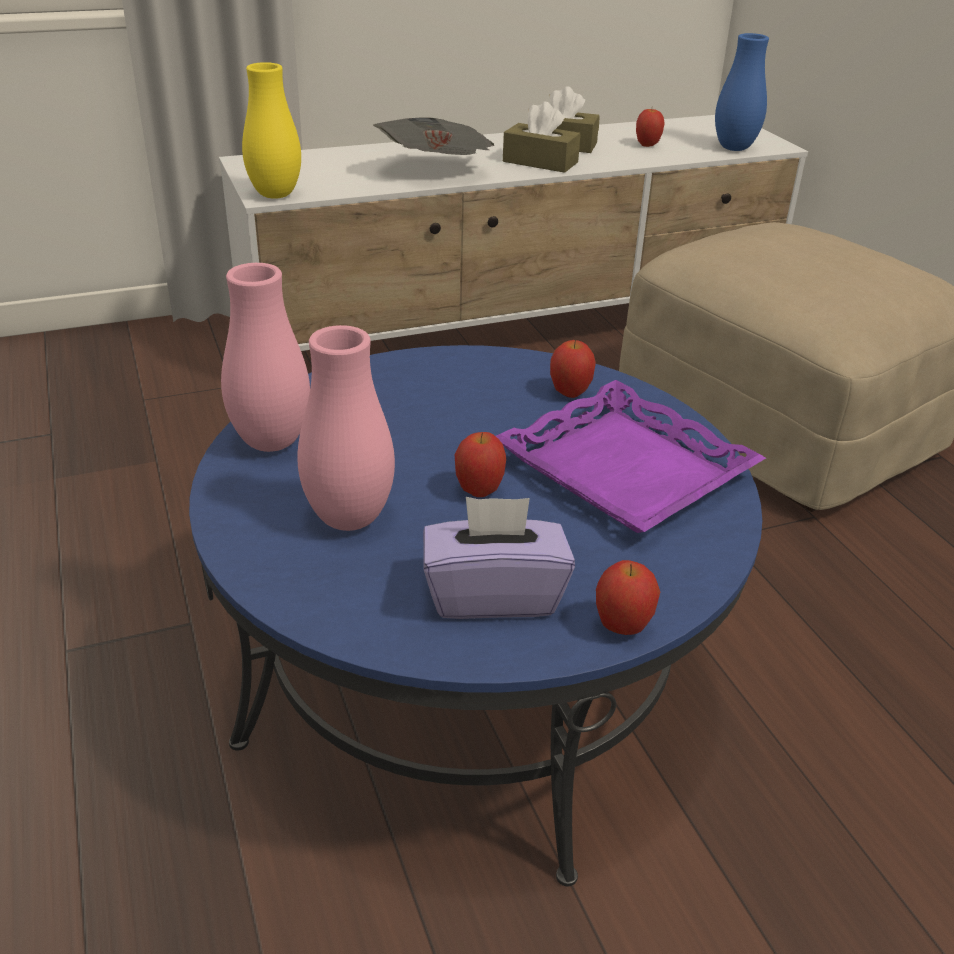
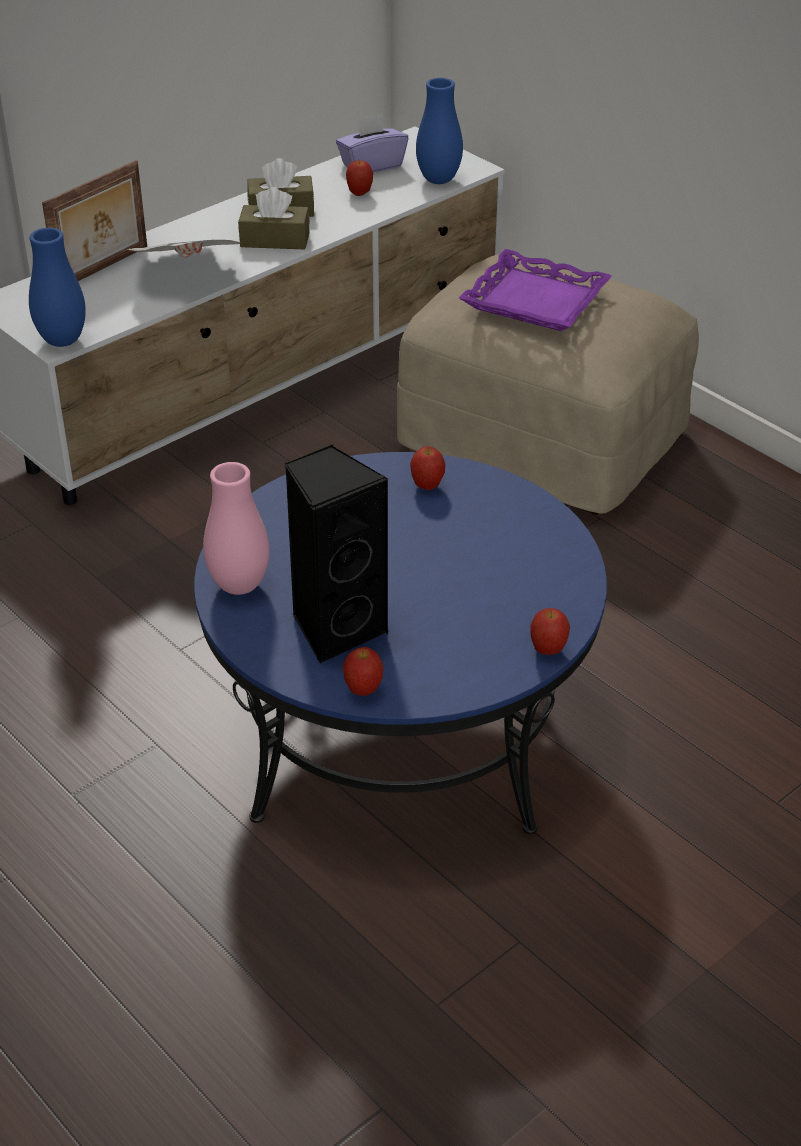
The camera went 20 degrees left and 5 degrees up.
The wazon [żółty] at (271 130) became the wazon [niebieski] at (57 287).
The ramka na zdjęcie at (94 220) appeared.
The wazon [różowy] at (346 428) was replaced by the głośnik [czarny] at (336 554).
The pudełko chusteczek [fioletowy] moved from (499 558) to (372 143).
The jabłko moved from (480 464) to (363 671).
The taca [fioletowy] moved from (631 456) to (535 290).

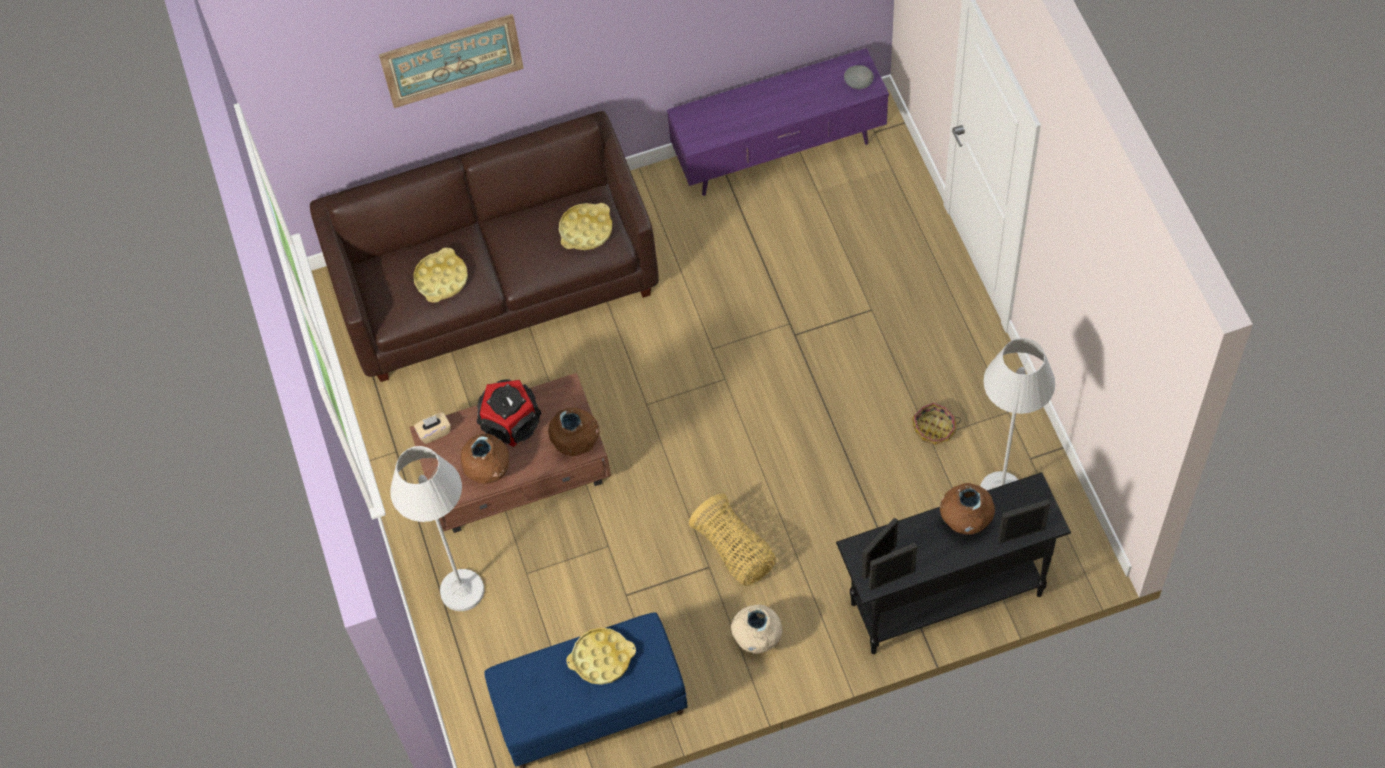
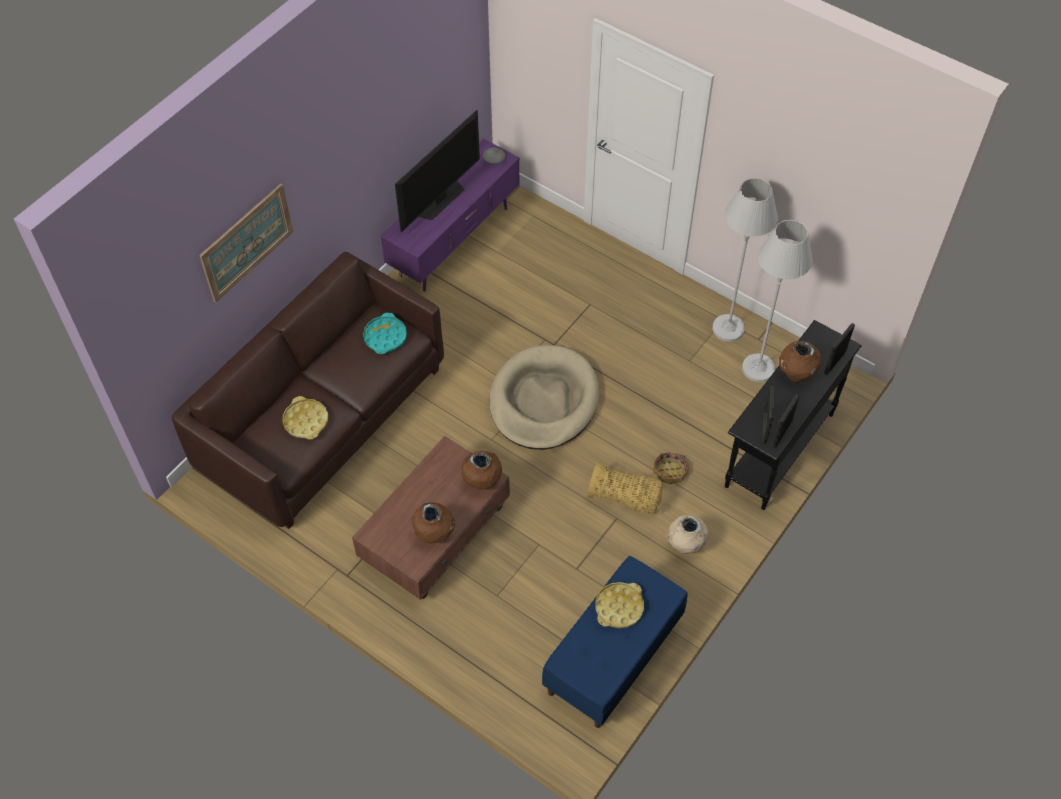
The camera went 40 degrees left and 5 degrees down.
The taca [żółty] at (585 226) became the taca [turkusowy] at (385 333).
The telewizor at (437 171) appeared.
The legowisko [beżowy] at (544 397) appeared.
The koszyk moved from (936 424) to (671 468).
The lampa stojąca [biały] moved from (437 528) to (745 260).
The pudełko chusteczek [beżowy] at (432 428) disappeared.
The głośnik at (509 413) disappeared.

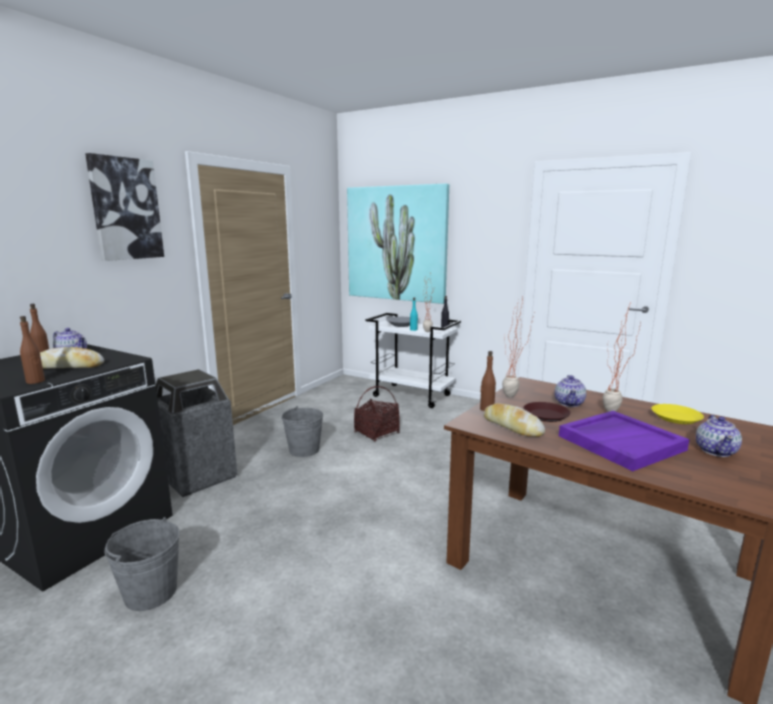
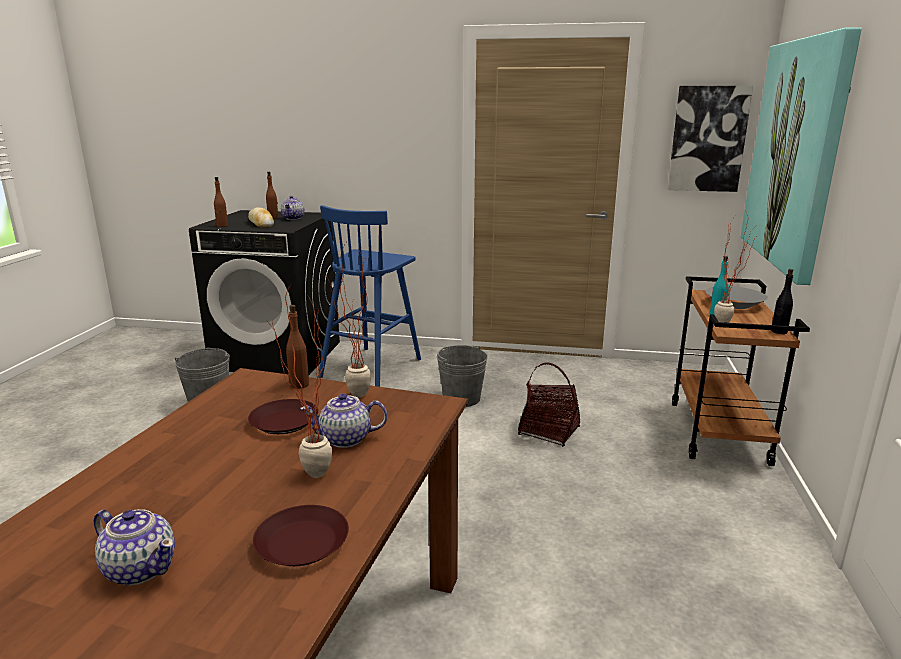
The camera went 70 degrees right and 5 degrees up.
The imbryk at (719 436) turned 150 degrees counterclockwise.
The talerz [żółty] at (677 414) became the talerz [brązowy] at (301 535).
The kosz na śmieci at (197 433) was replaced by the stołek [niebieski] at (369 296).
The obraz moved from (124 207) to (710 139).
The wózek [biały] at (413 360) became the wózek [brązowy] at (741 371).
The chleb at (514 420) disappeared.
The taca [fioletowy] at (624 441) disappeared.

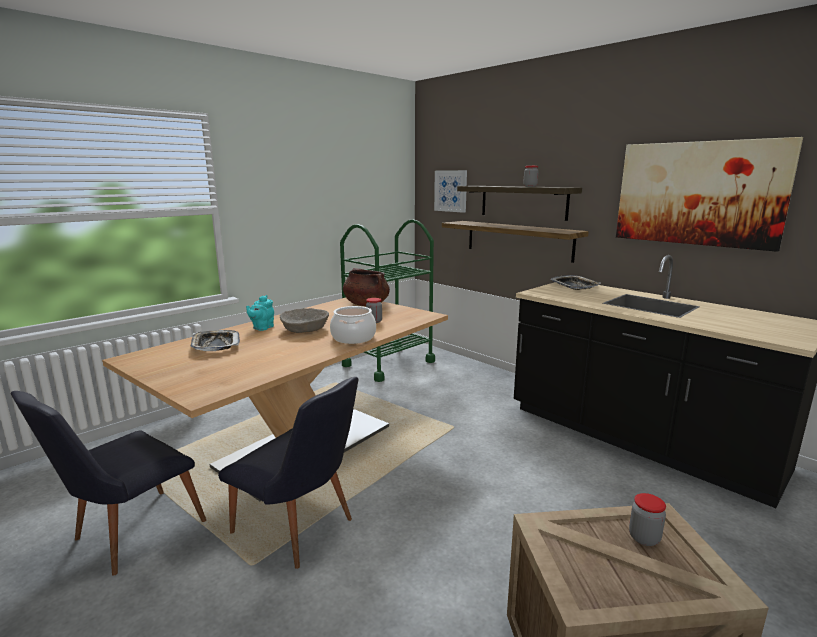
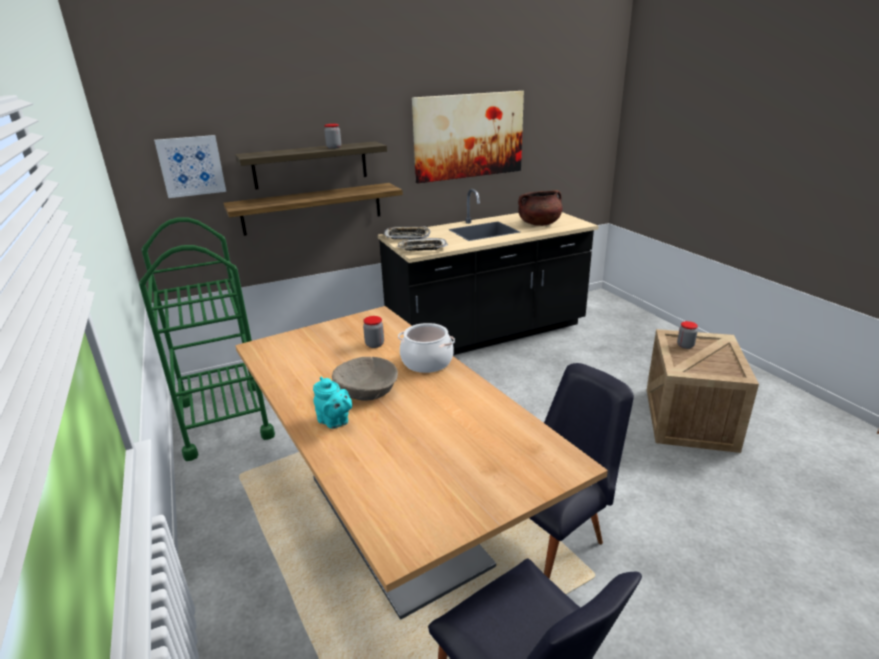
The camera went 70 degrees left and 10 degrees up.
The taca moved from (215 340) to (423 244).
The garnek [brązowy] moved from (366 287) to (540 208).

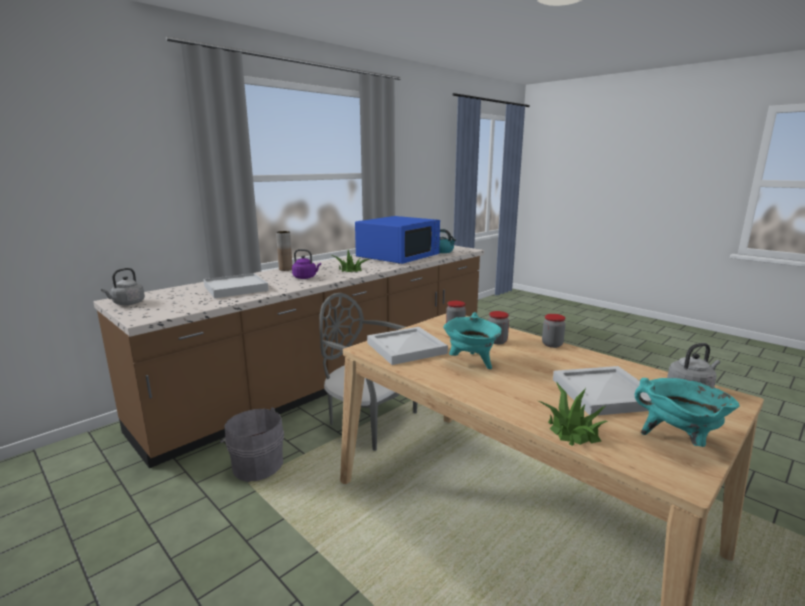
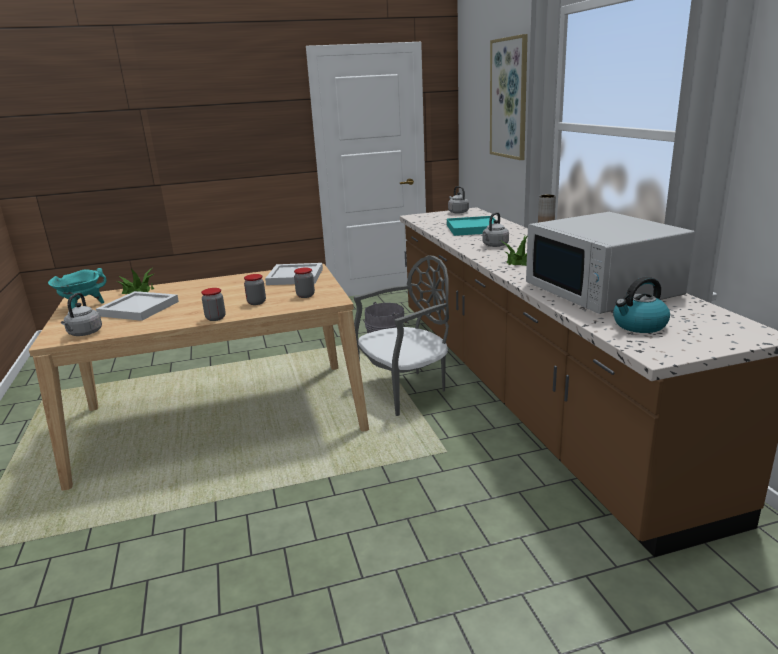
The camera went 120 degrees right and 5 degrees up.
The taca [biały] at (236 285) became the taca [turkusowy] at (471 226).
The czajnik [fioletowy] at (306 264) became the czajnik [szary] at (495 229).
The obraz at (509 97) appeared.
The mikrofalówka [niebieski] at (397 240) became the mikrofalówka [biały] at (610 263).
The garnek [turkusowy] at (472 340) disappeared.

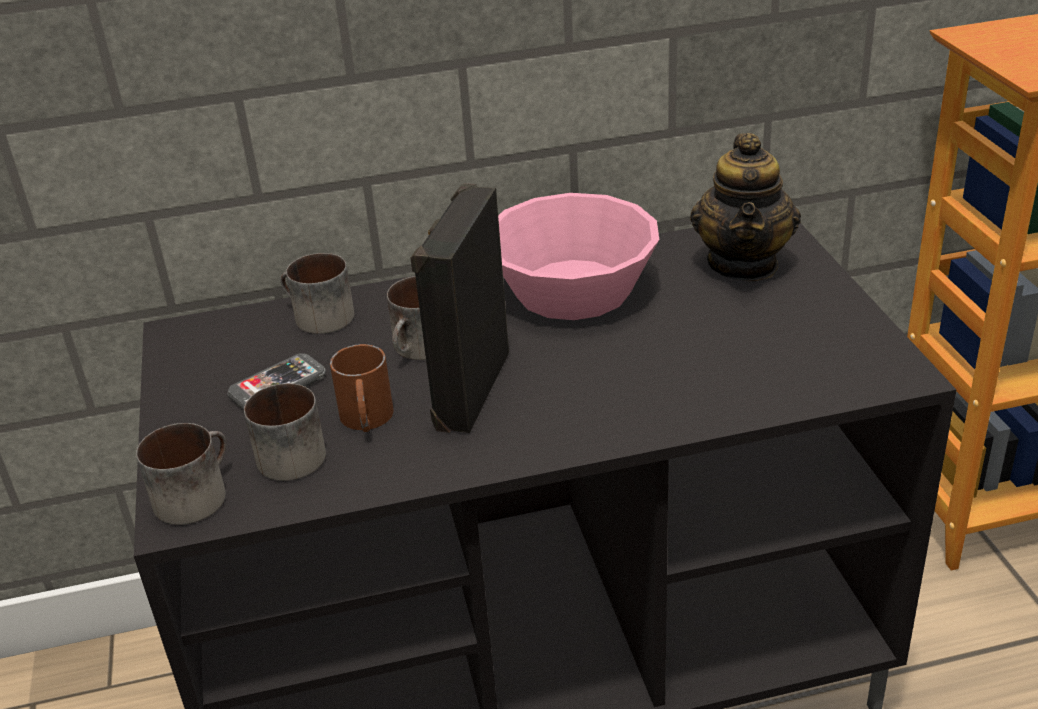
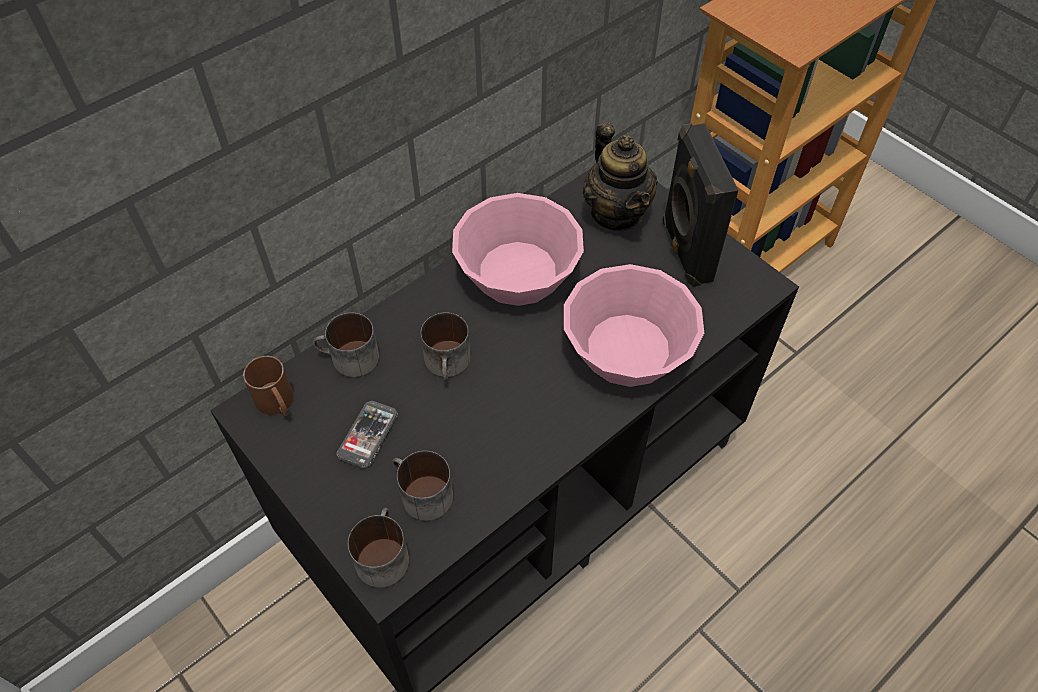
The camera went 30 degrees left and 20 degrees up.
The kubek [brązowy] moved from (362 388) to (268 386).
The miska [różowy] at (634 325) appeared.
The głośnik [czarny] moved from (459 308) to (700 205).

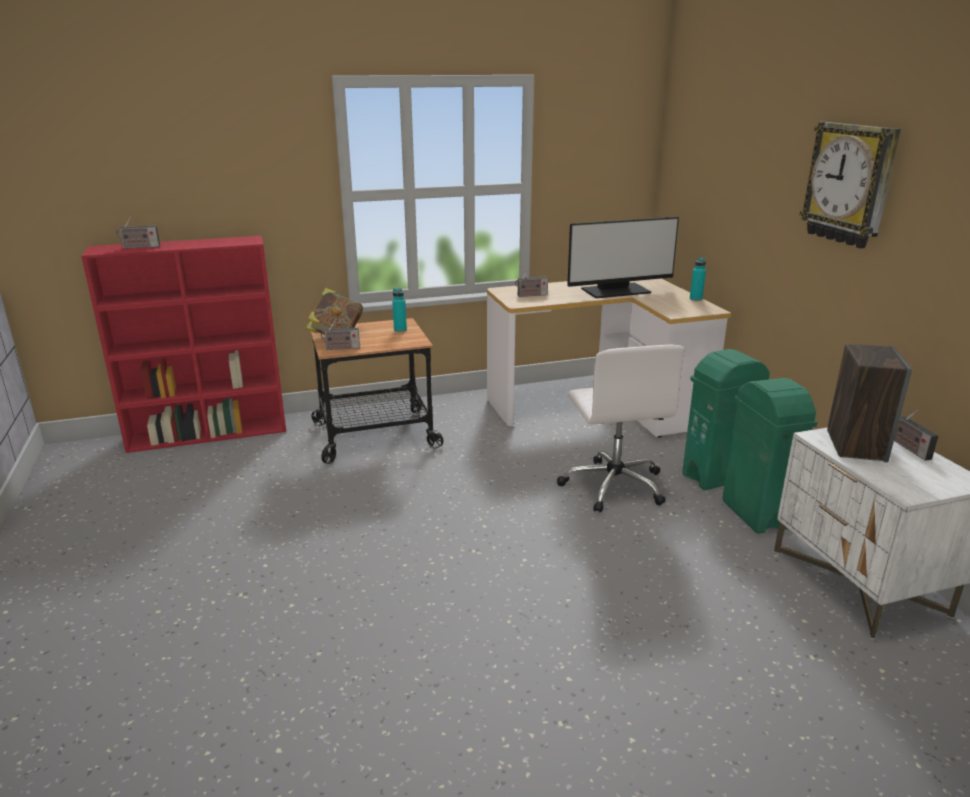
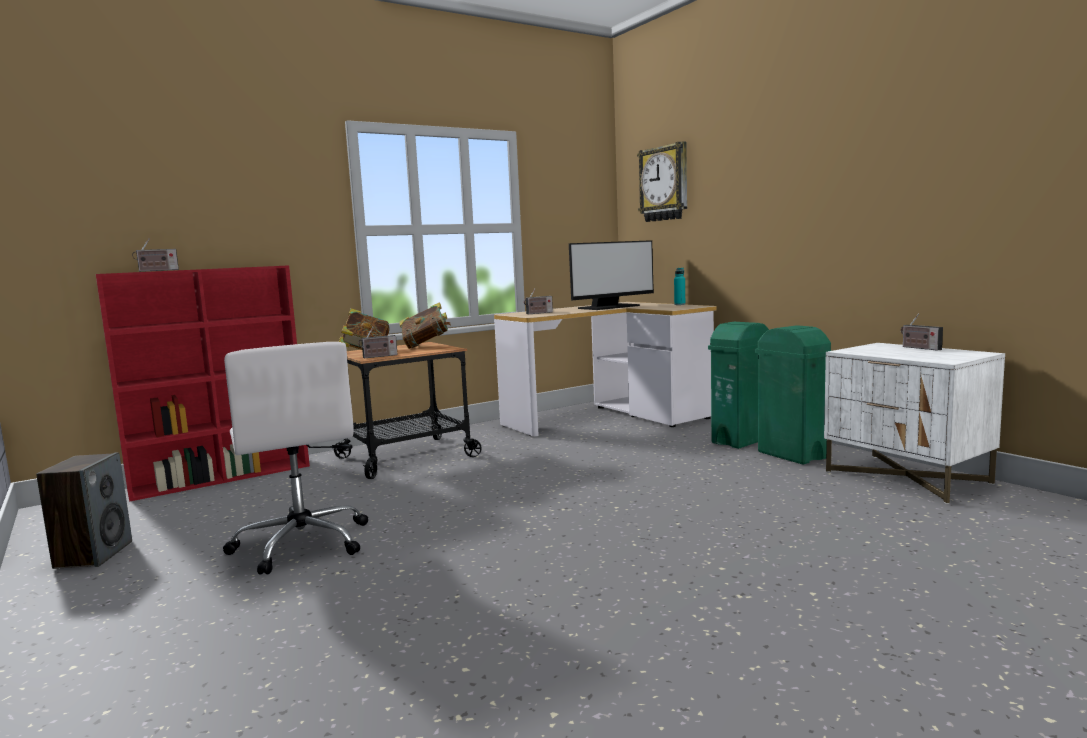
The camera went 15 degrees left and 15 degrees down.
The głośnik moved from (869 403) to (84 510).
The krzesło biurowe [biały] moved from (621 429) to (295 458).
The butelka [turkusowy] at (399 310) was replaced by the książka at (425 325).
The zegar ścienny moved from (850 185) to (662 181).

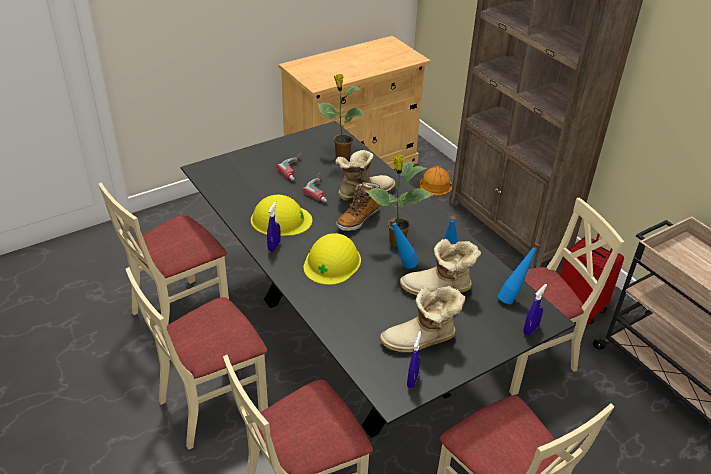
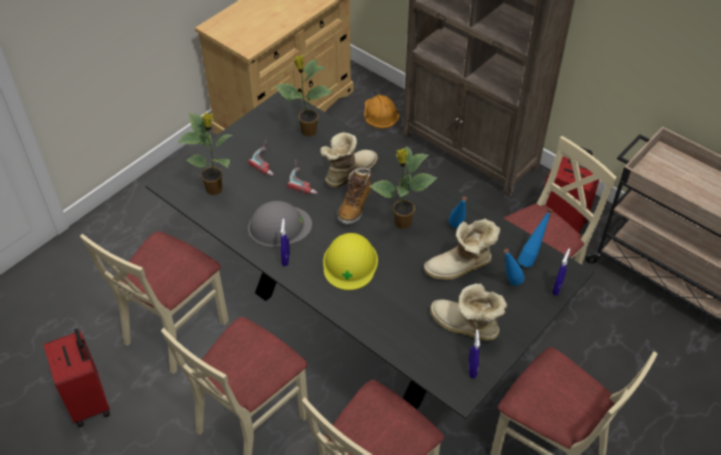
The camera went 15 degrees left and 10 degrees up.
The walizka [czerwony] at (77 378) appeared.
The roślina doniczkowa at (205 154) appeared.
The kask [żółty] at (281 215) became the kask [szary] at (280 224).
The but z cholewką at (422 319) turned 60 degrees clockwise.
The butelka [niebieski] moved from (404 243) to (514 266).

